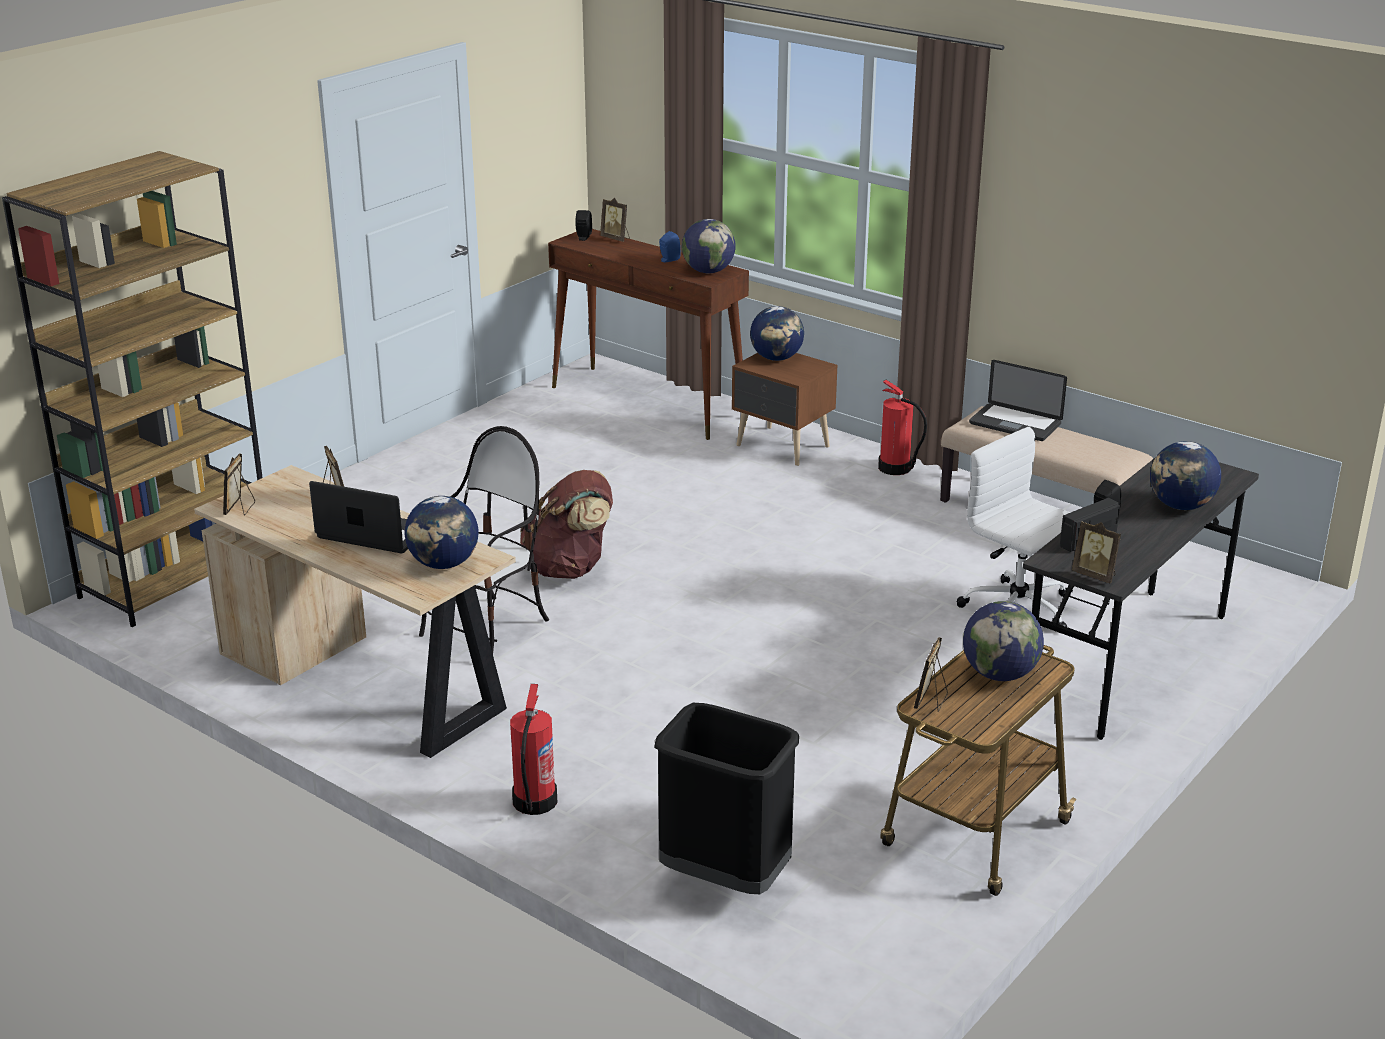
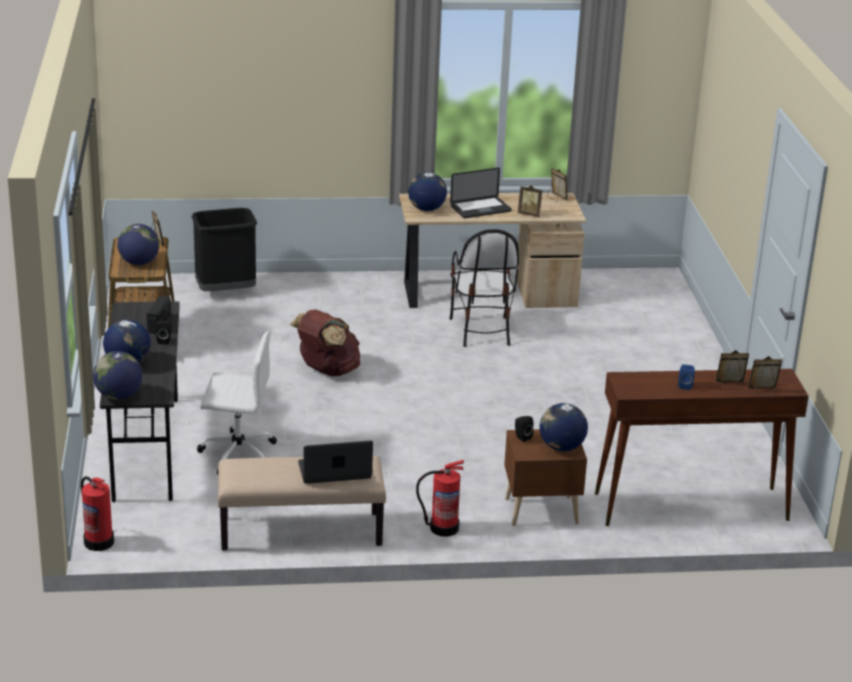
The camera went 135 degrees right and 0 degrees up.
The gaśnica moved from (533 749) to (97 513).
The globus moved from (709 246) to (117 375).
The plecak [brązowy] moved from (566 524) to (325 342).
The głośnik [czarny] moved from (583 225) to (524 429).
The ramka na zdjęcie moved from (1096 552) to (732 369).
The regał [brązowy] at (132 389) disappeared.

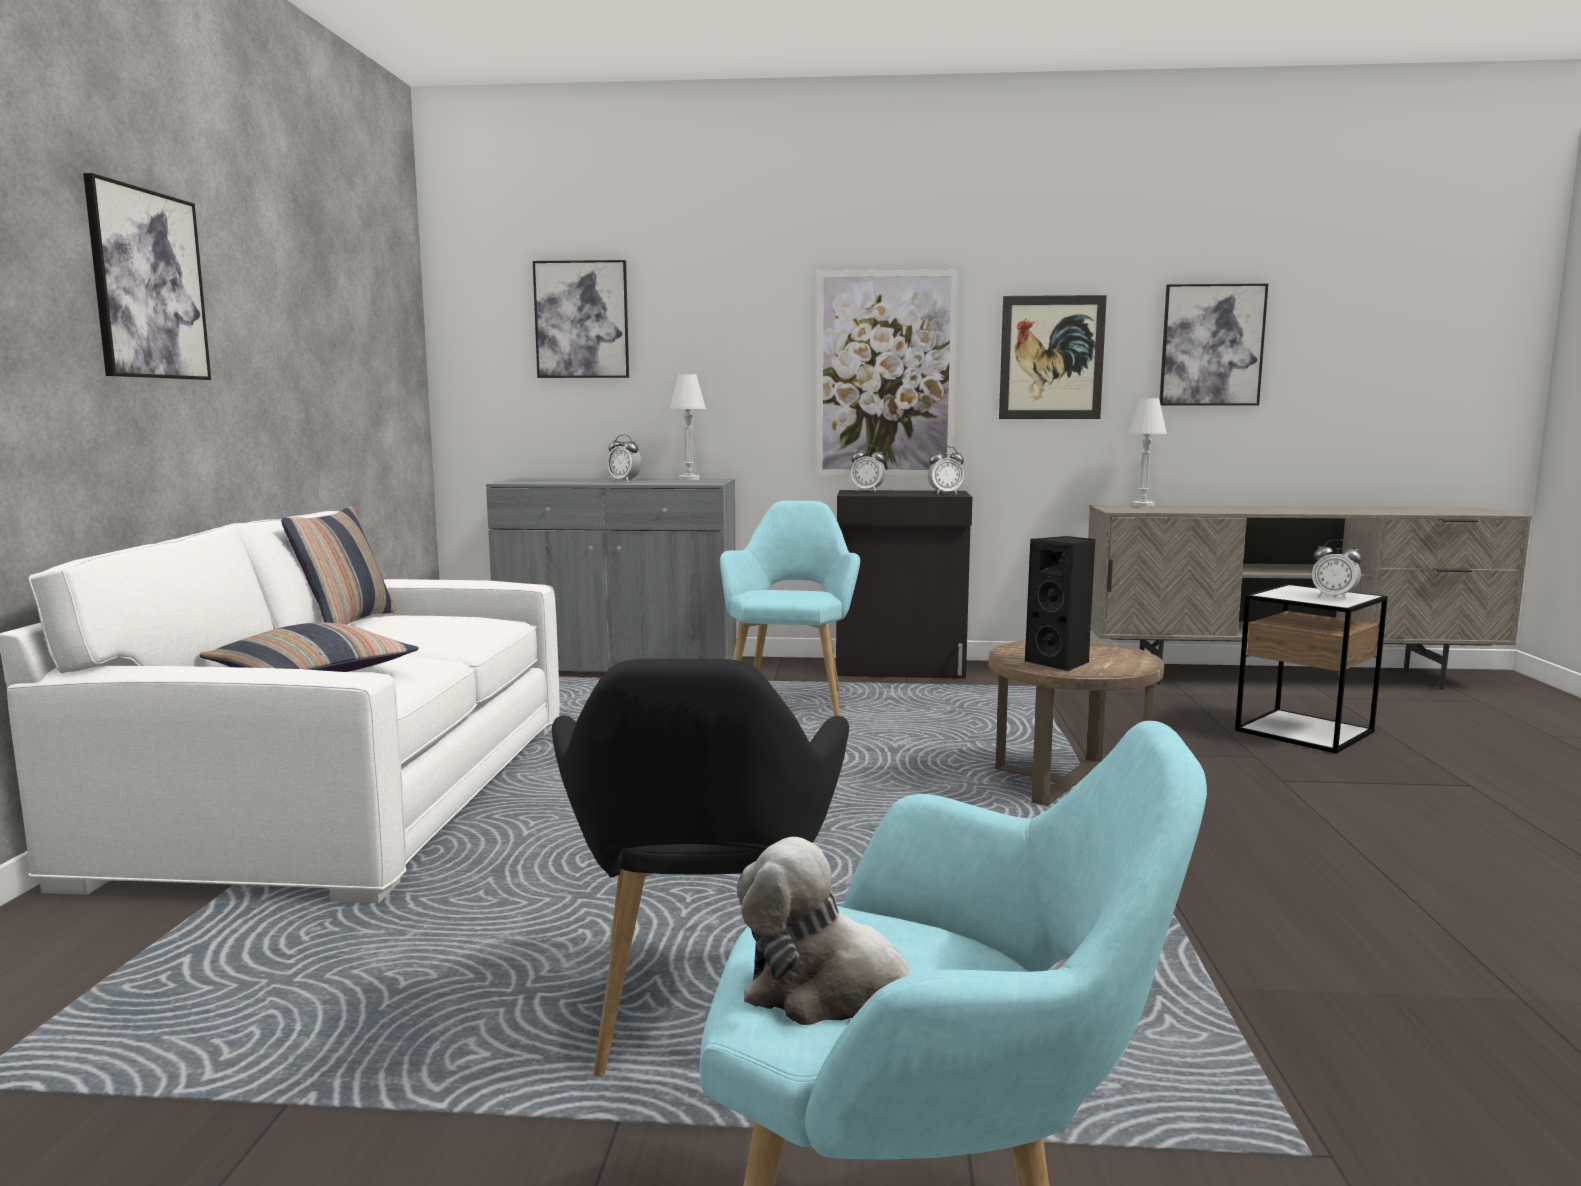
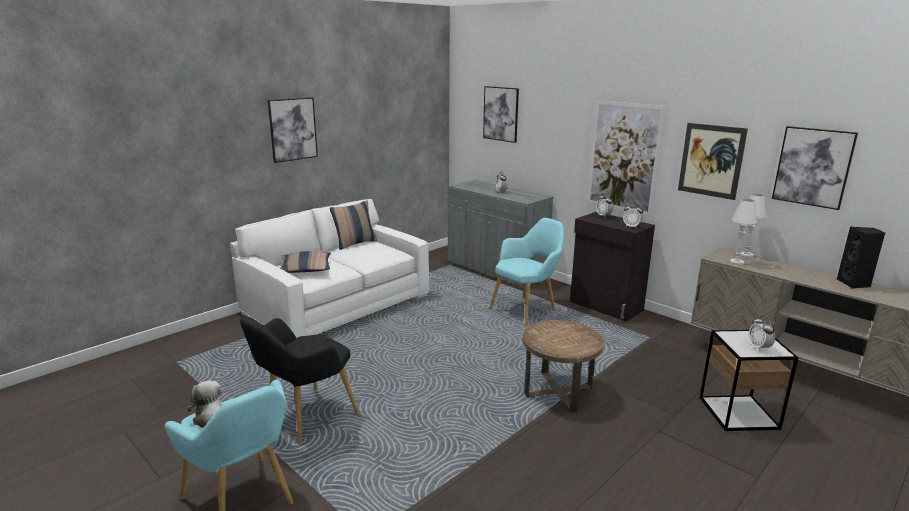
The camera went 40 degrees right and 10 degrees up.
The lampa stołowa [biały] moved from (688 427) to (743 232).
The głośnik [czarny] moved from (1060 603) to (861 258).

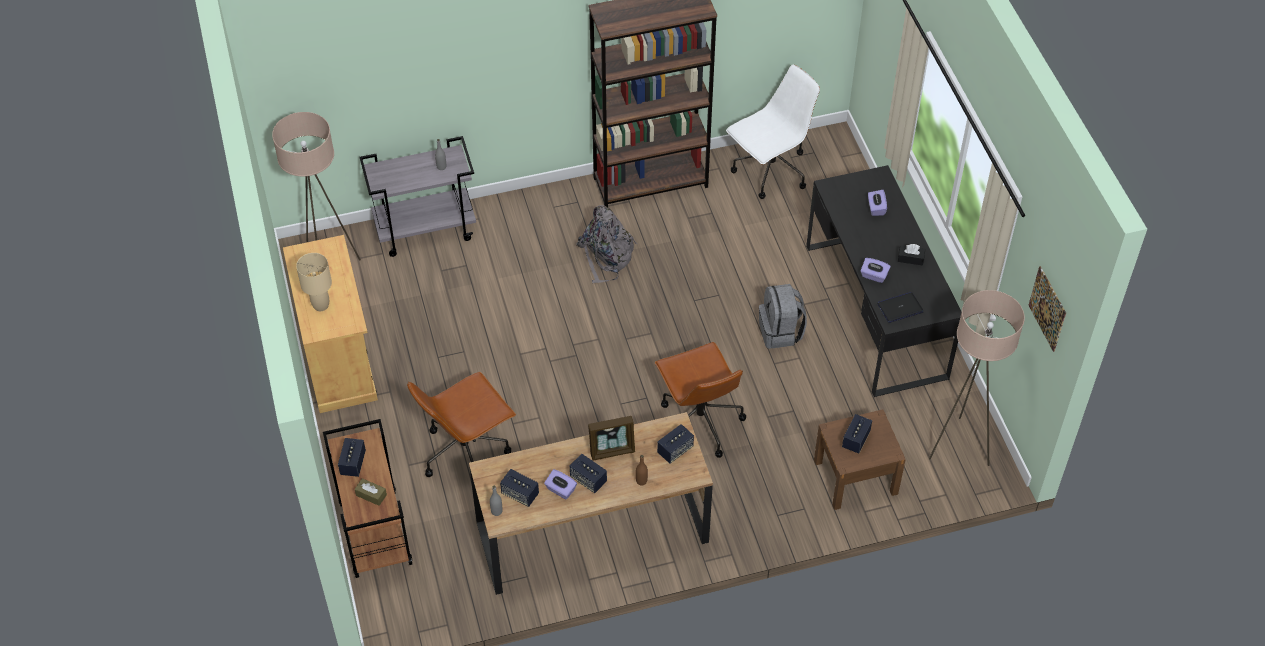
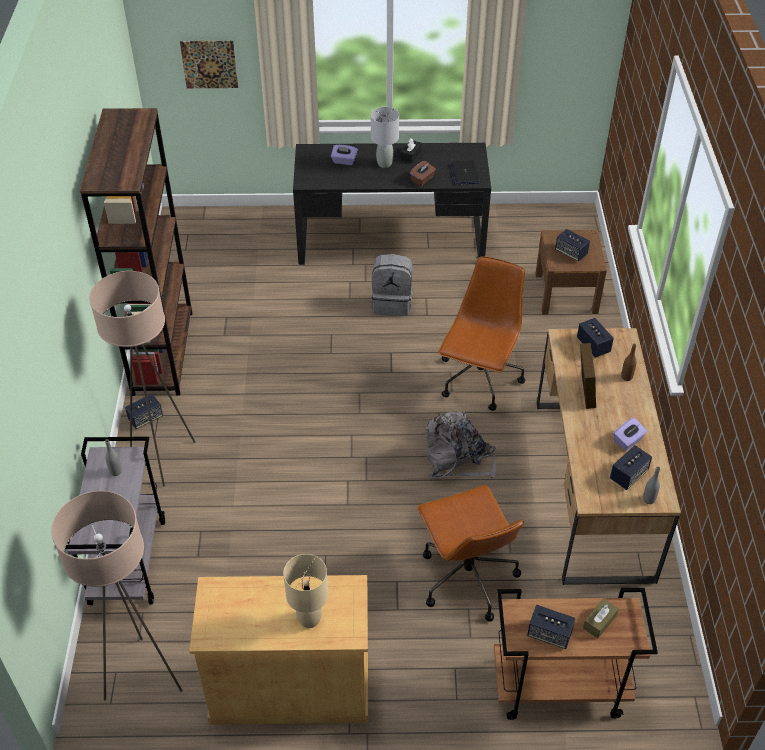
The camera went 75 degrees left and 5 degrees down.
The lampa stojąca [beżowy] moved from (977 378) to (142 379).
The głośnik moved from (588 473) to (144 411).
The obraz moved from (1047 309) to (209 64).
The lampa stołowa [szary] at (385 137) appeared.
The pudełko chusteczek [fioletowy] at (875 270) became the pudełko chusteczek [brązowy] at (423 173).
The plecak [szary] moved from (607 244) to (460 445).
The krzesło biurowe [brązowy] at (700 400) turned 60 degrees counterclockwise.
The krzesło biurowe [biały] at (773 132) disappeared.

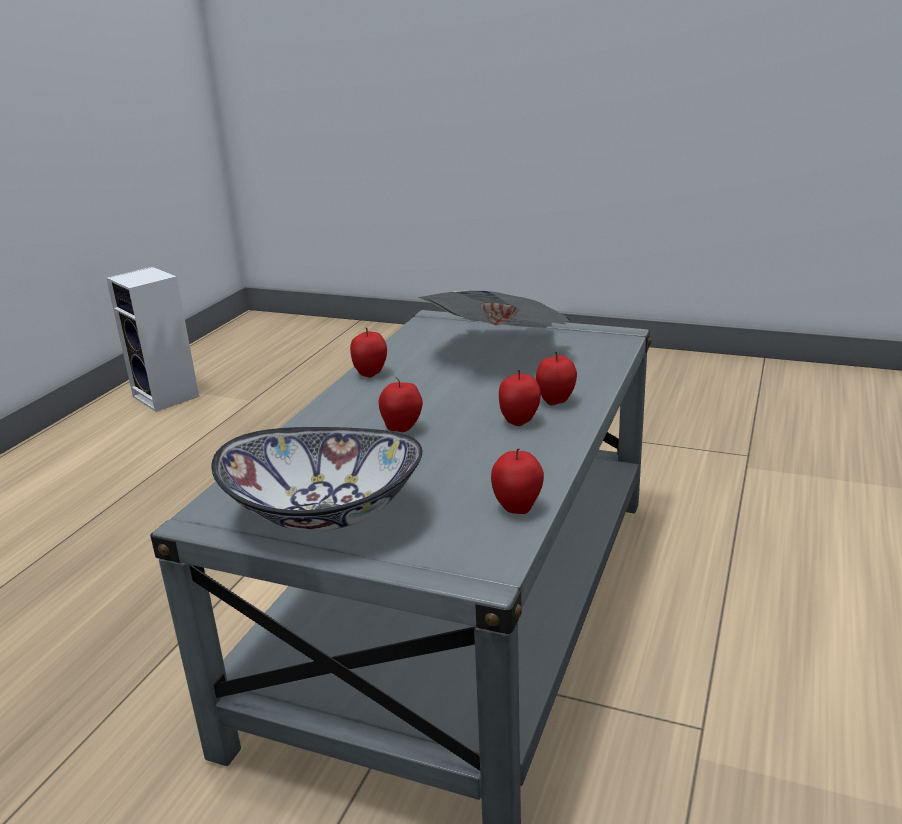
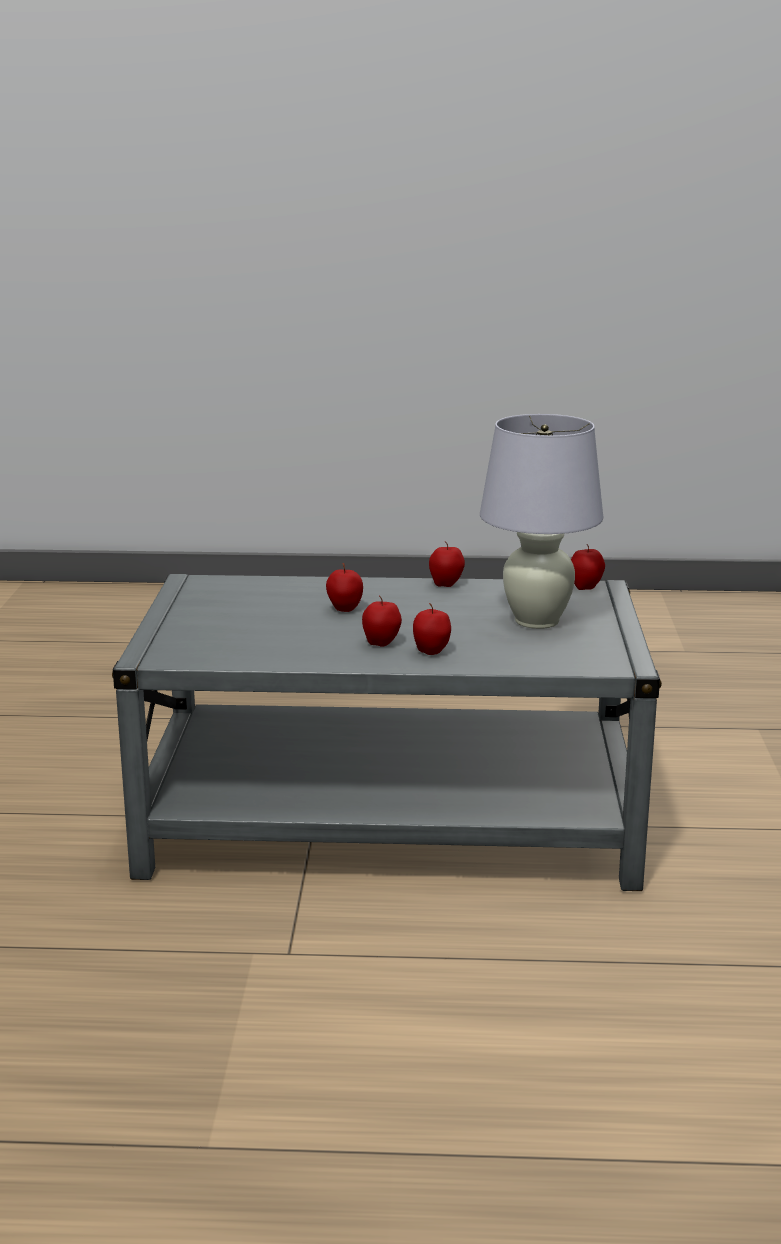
The camera went 70 degrees right and 5 degrees down.
The gazeta at (494 309) was replaced by the lampa stołowa [biały] at (541 521).
The jabłko moved from (517 481) to (588 567).
The głośnik at (152 339) disappeared.
The miska at (316 479) disappeared.

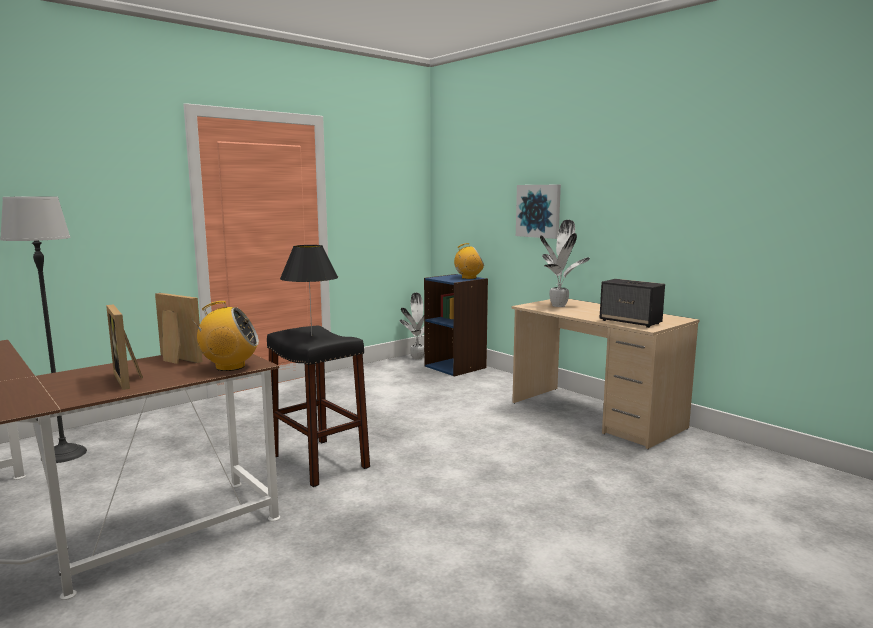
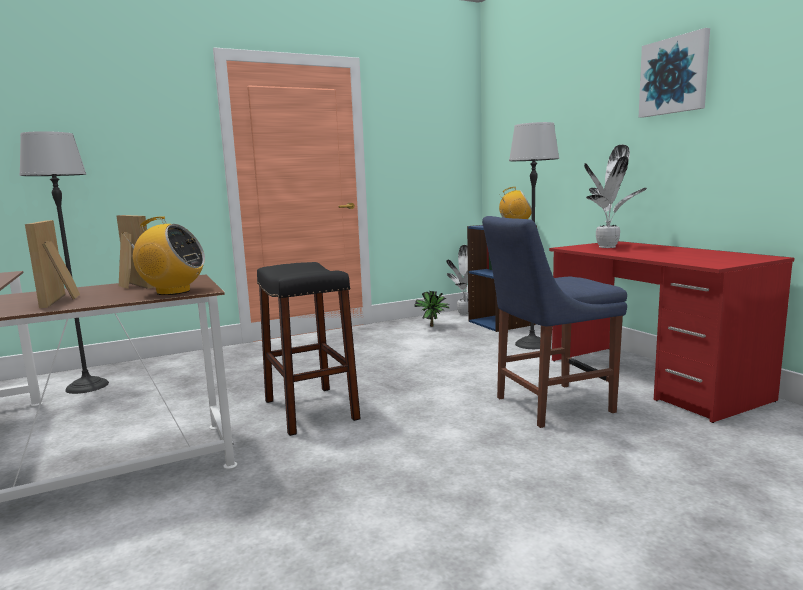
The camera went 15 degrees right and 0 degrees up.
The roślina doniczkowa at (432 308) appeared.
The krzesło [niebieski] at (554 322) appeared.
The lampa stojąca at (534 235) appeared.
The biurko [beżowy] at (605 374) became the biurko [czerwony] at (672 332).
The obraz moved from (538 212) to (674 73).
The lampa stołowa [czarny] at (309 290) disappeared.
The głośnik at (632 303) disappeared.

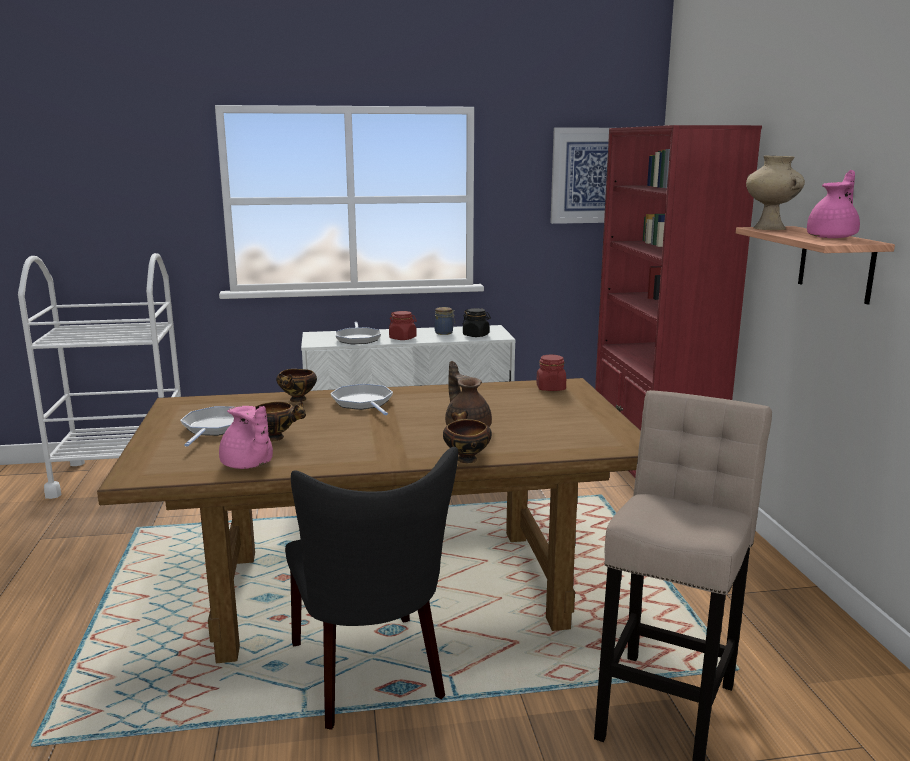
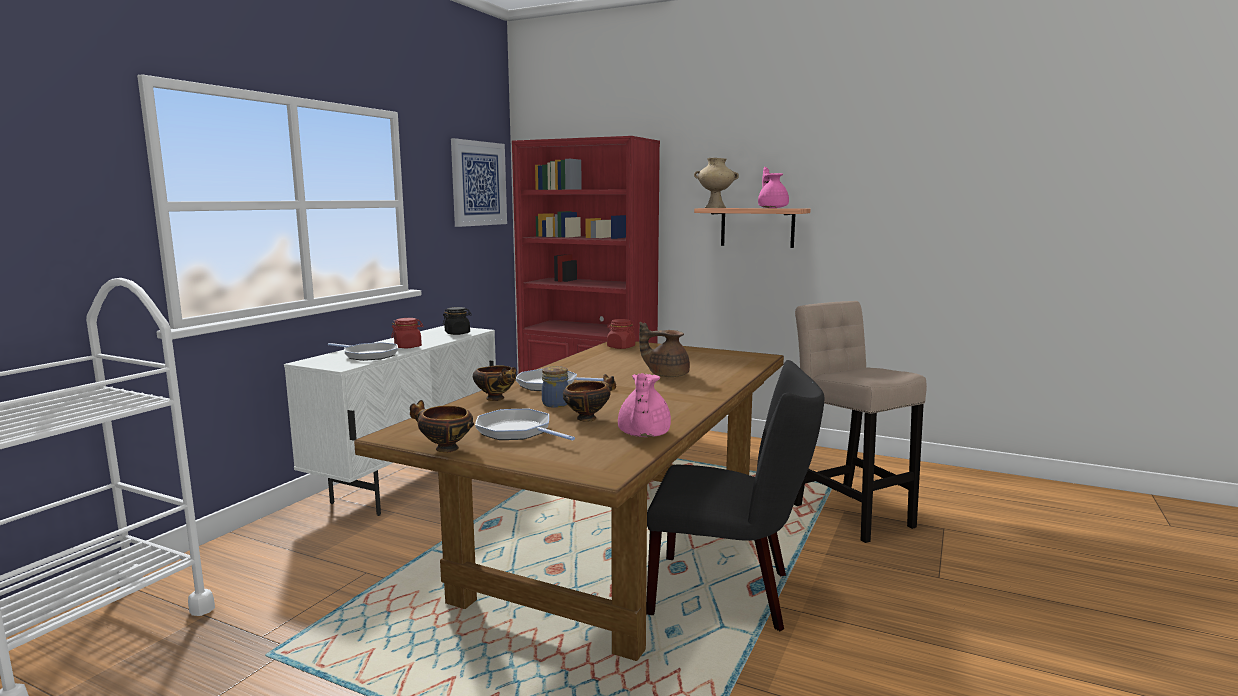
The camera went 55 degrees left and 5 degrees down.
The miska moved from (467 436) to (442 426).
The słoik moved from (445 321) to (555 387).
The imbryk [różowy] at (246 437) turned 105 degrees clockwise.

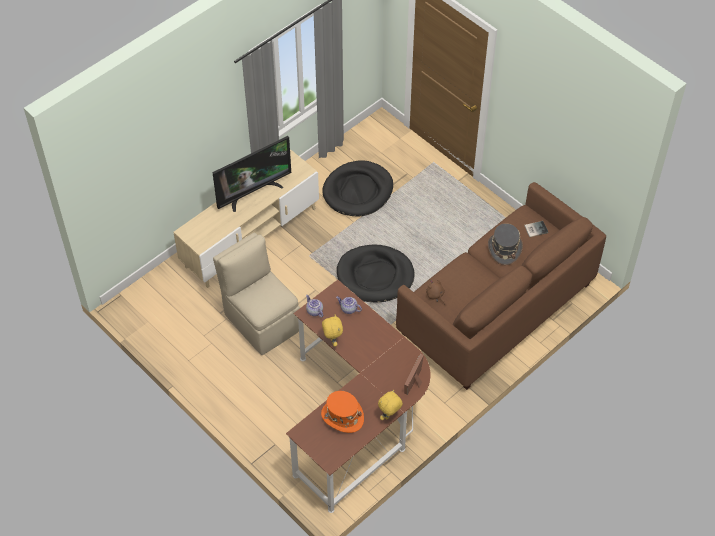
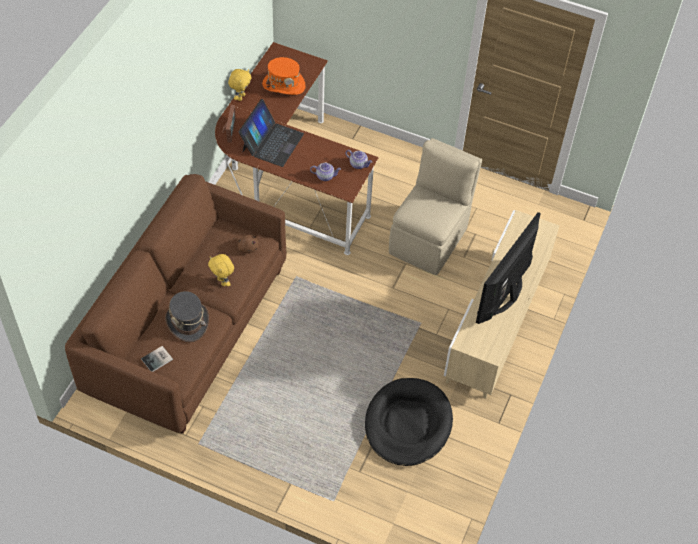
The camera went 155 degrees right and 0 degrees up.
The pluszak [żółty] moved from (332 331) to (221 270).
The laptop at (271 133) appeared.
The krzesło [beżowy] at (256 293) turned 90 degrees counterclockwise.
The legowisko [czarny] at (376 273) disappeared.

